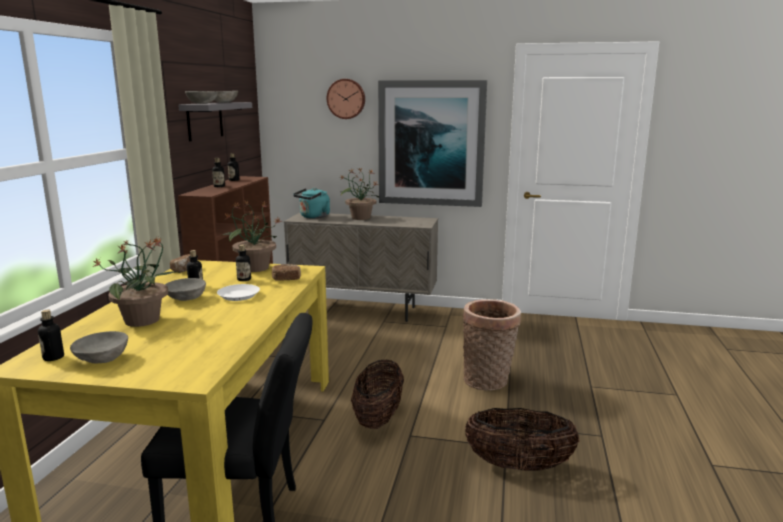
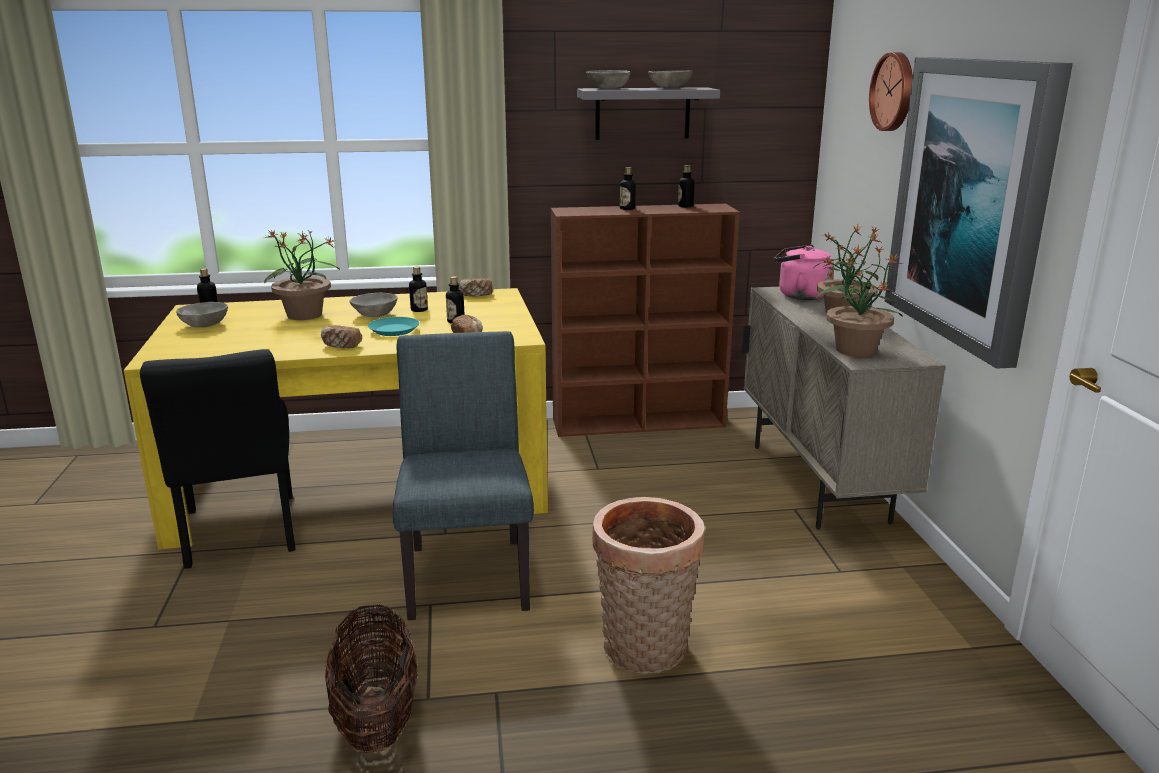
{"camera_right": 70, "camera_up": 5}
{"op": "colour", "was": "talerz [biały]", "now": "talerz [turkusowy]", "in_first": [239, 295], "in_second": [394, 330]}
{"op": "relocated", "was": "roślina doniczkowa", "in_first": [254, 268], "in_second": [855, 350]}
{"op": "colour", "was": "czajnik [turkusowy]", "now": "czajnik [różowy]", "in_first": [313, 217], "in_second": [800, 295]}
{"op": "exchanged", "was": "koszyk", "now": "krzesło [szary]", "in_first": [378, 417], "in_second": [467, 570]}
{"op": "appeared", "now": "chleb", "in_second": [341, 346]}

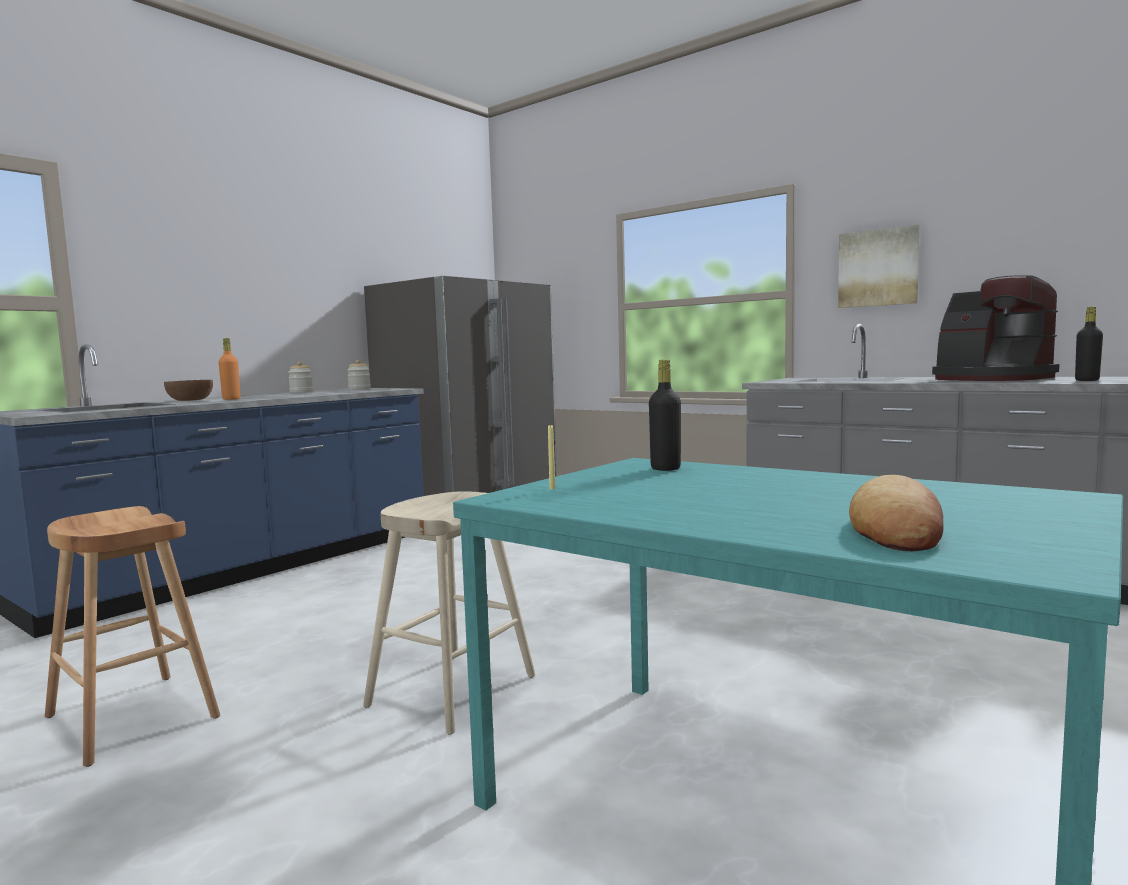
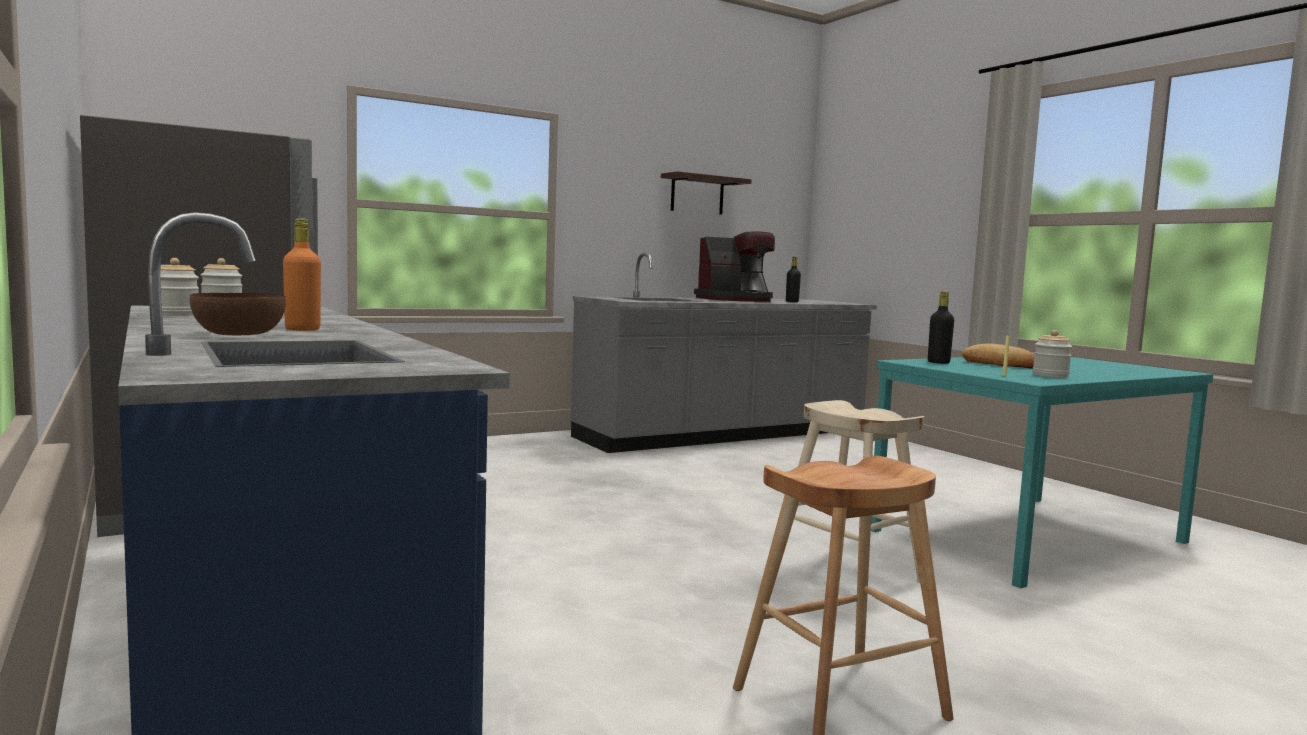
{"camera_right": -70, "camera_up": 0}
{"op": "missing", "was": "obraz", "in_first": [878, 268]}
{"op": "relocated", "was": "chleb", "in_first": [897, 528], "in_second": [999, 364]}
{"op": "appeared", "now": "półka", "in_second": [697, 195]}
{"op": "appeared", "now": "słoik", "in_second": [1050, 375]}

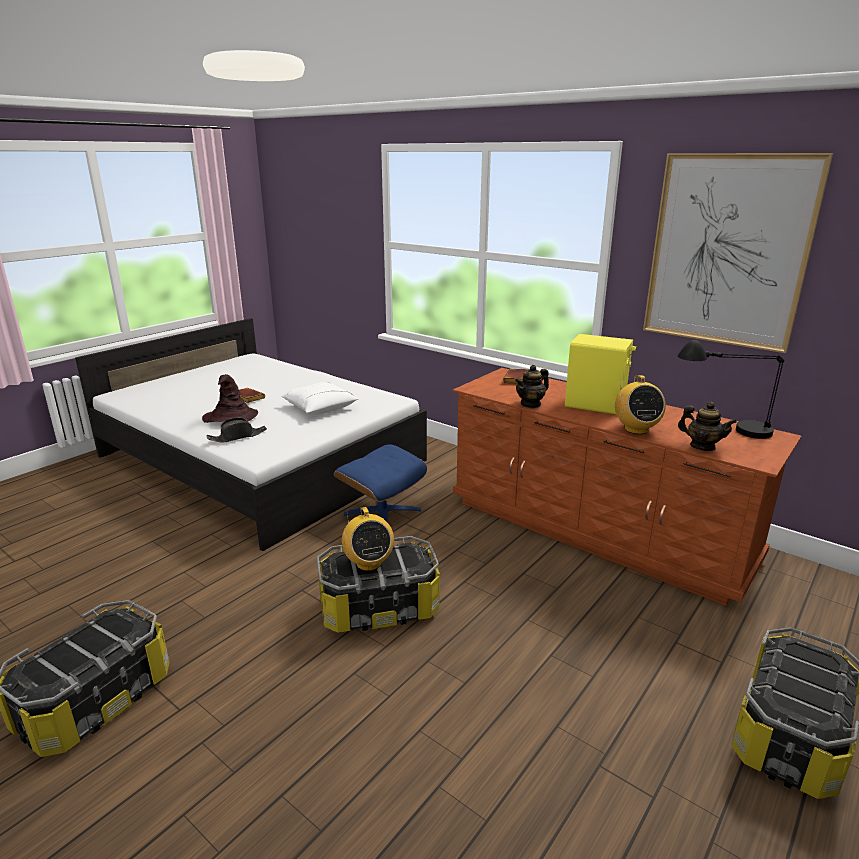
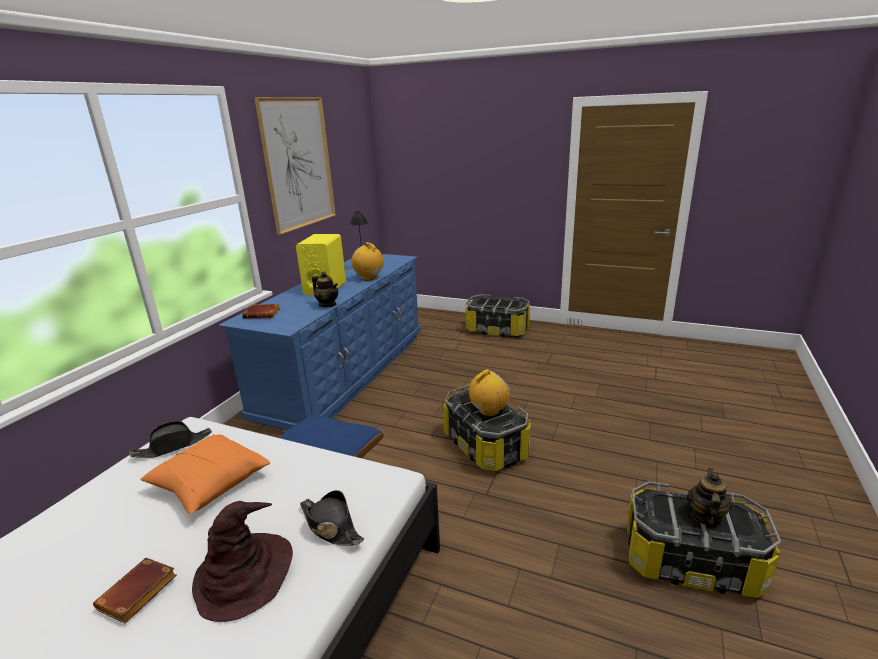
{"camera_right": -105, "camera_up": 0}
{"op": "colour", "was": "poduszka [biały]", "now": "poduszka [pomarańczowy]", "in_first": [320, 408], "in_second": [210, 483]}
{"op": "colour", "was": "komoda [brązowy]", "now": "komoda [niebieski]", "in_first": [596, 529], "in_second": [346, 374]}
{"op": "spun", "was": "radio", "in_first": [636, 429], "in_second": [369, 278], "clockwise": -120}
{"op": "relocated", "was": "imbryk", "in_first": [702, 446], "in_second": [705, 516]}
{"op": "appeared", "now": "kapelusz [czarny]", "in_second": [173, 446]}

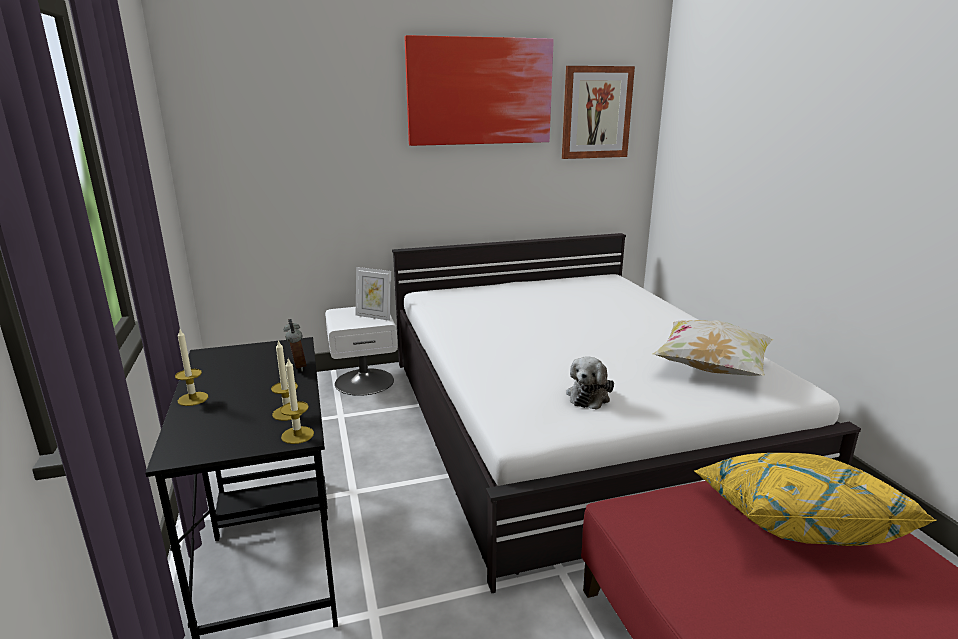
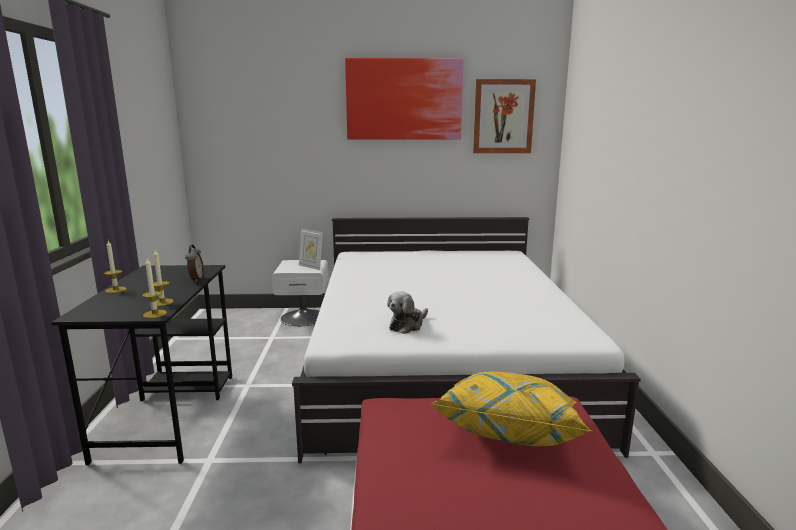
{"camera_right": 15, "camera_up": -5}
{"op": "missing", "was": "poduszka", "in_first": [711, 369]}

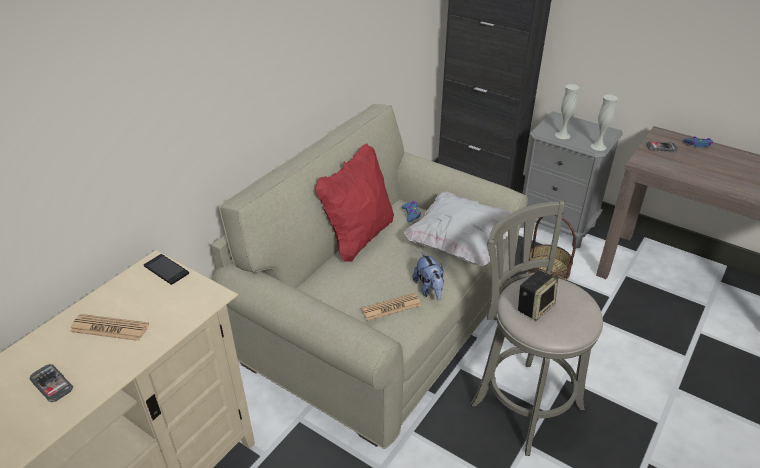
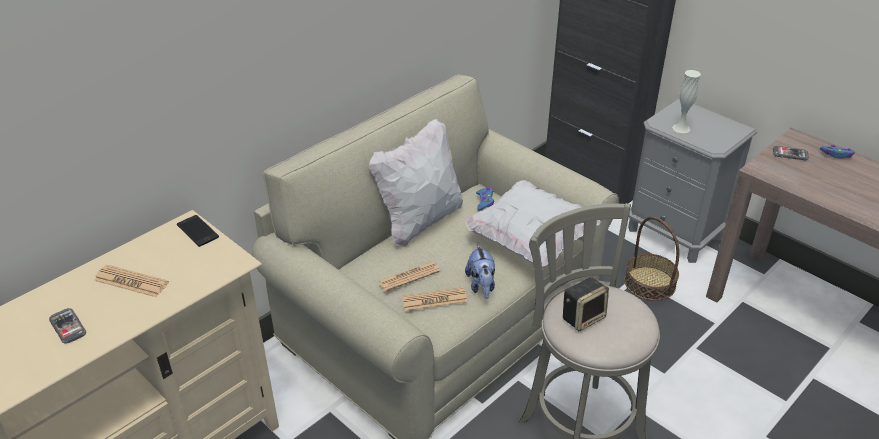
{"camera_right": 10, "camera_up": 0}
{"op": "colour", "was": "poduszka [czerwony]", "now": "poduszka [biały]", "in_first": [358, 237], "in_second": [420, 221]}
{"op": "missing", "was": "wazon [biały]", "in_first": [598, 146]}
{"op": "appeared", "now": "gazeta", "in_second": [409, 276]}

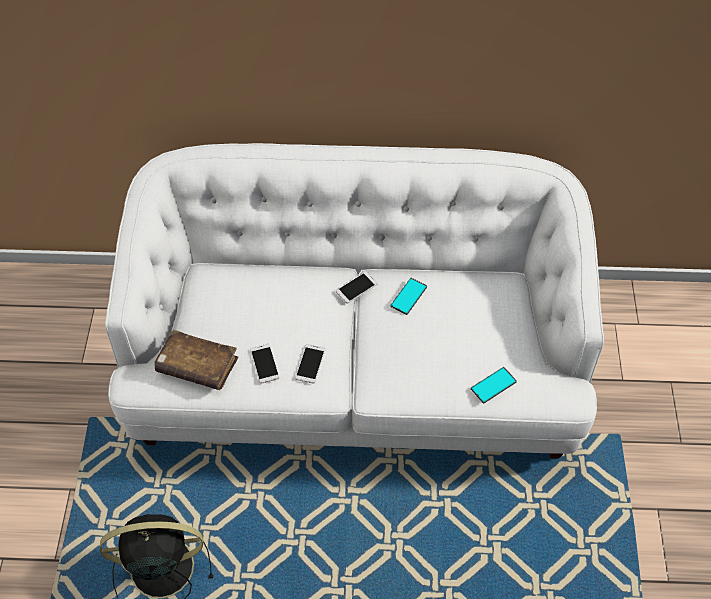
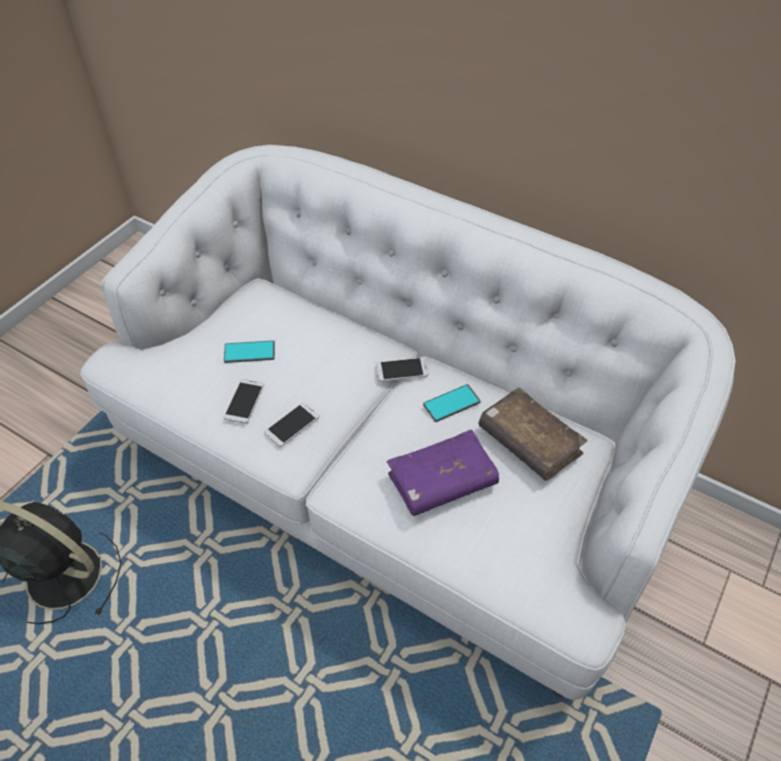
{"camera_right": 30, "camera_up": -5}
{"op": "relocated", "was": "książka [brązowy]", "in_first": [197, 366], "in_second": [529, 442]}
{"op": "relocated", "was": "telefon", "in_first": [493, 385], "in_second": [249, 352]}
{"op": "appeared", "now": "książka [fioletowy]", "in_second": [442, 481]}

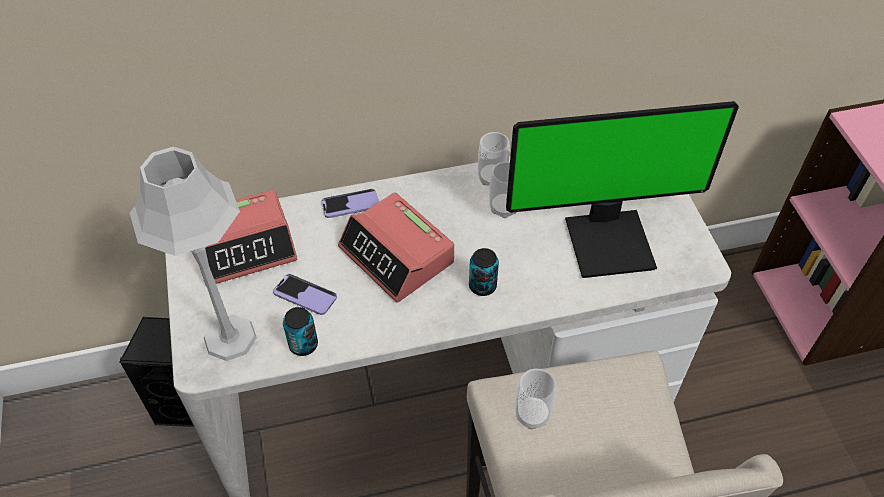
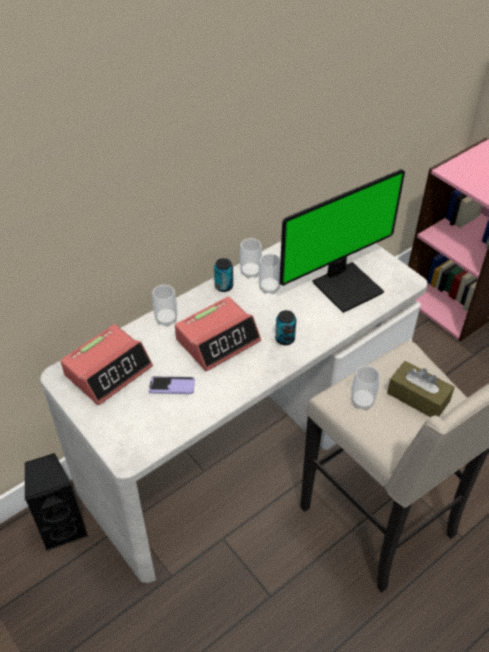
{"camera_right": -25, "camera_up": -5}
{"op": "missing", "was": "lampa stołowa [szary]", "in_first": [230, 337]}
{"op": "relocated", "was": "puszka", "in_first": [303, 344], "in_second": [224, 286]}
{"op": "exchanged", "was": "telefon", "now": "filiżanka", "in_first": [350, 204], "in_second": [166, 319]}
{"op": "spun", "was": "budzik", "in_first": [397, 255], "in_second": [218, 340], "clockwise": -60}
{"op": "appeared", "now": "pudełko chusteczek [brązowy]", "in_second": [418, 397]}

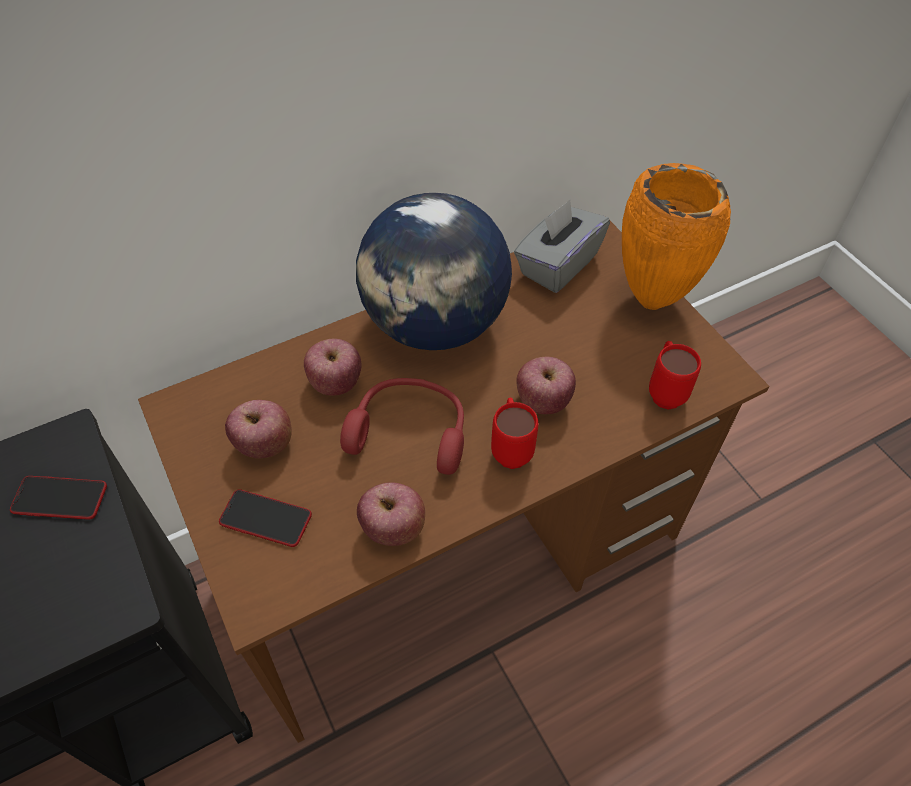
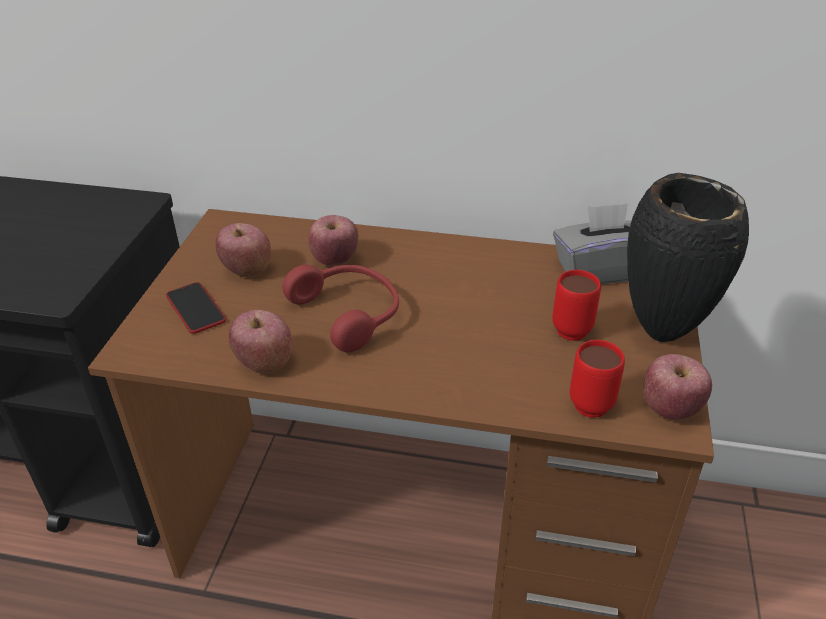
{"camera_right": 40, "camera_up": -15}
{"op": "missing", "was": "telefon", "in_first": [60, 498]}
{"op": "missing", "was": "globus", "in_first": [434, 324]}
{"op": "relocated", "was": "kubek [czerwony]", "in_first": [511, 448], "in_second": [575, 327]}
{"op": "relocated", "was": "jabłko", "in_first": [543, 401], "in_second": [670, 408]}
{"op": "colour", "was": "wazon [pomarańczowy]", "now": "wazon [czarny]", "in_first": [653, 300], "in_second": [664, 334]}

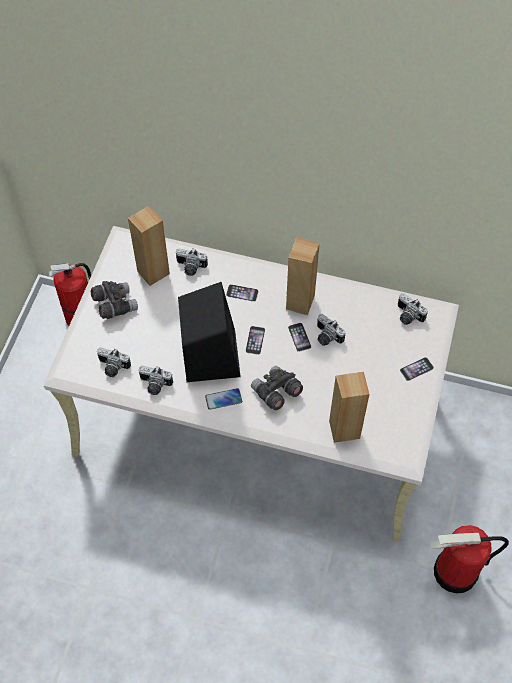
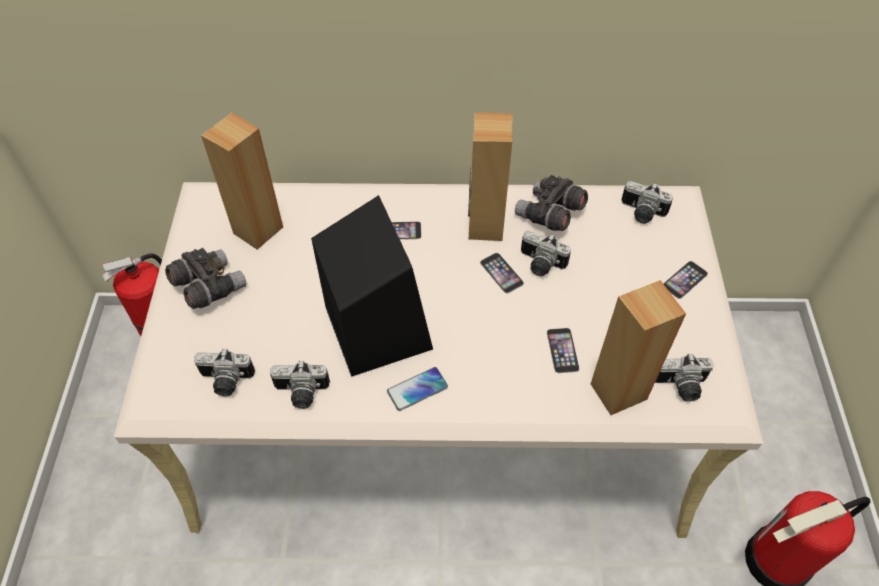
{"camera_right": -15, "camera_up": -5}
{"op": "relocated", "was": "aparat fotograficzny", "in_first": [190, 268], "in_second": [680, 387]}
{"op": "relocated", "was": "telefon", "in_first": [255, 340], "in_second": [562, 350]}
{"op": "relocated", "was": "lornetka [szary]", "in_first": [276, 393], "in_second": [549, 215]}

